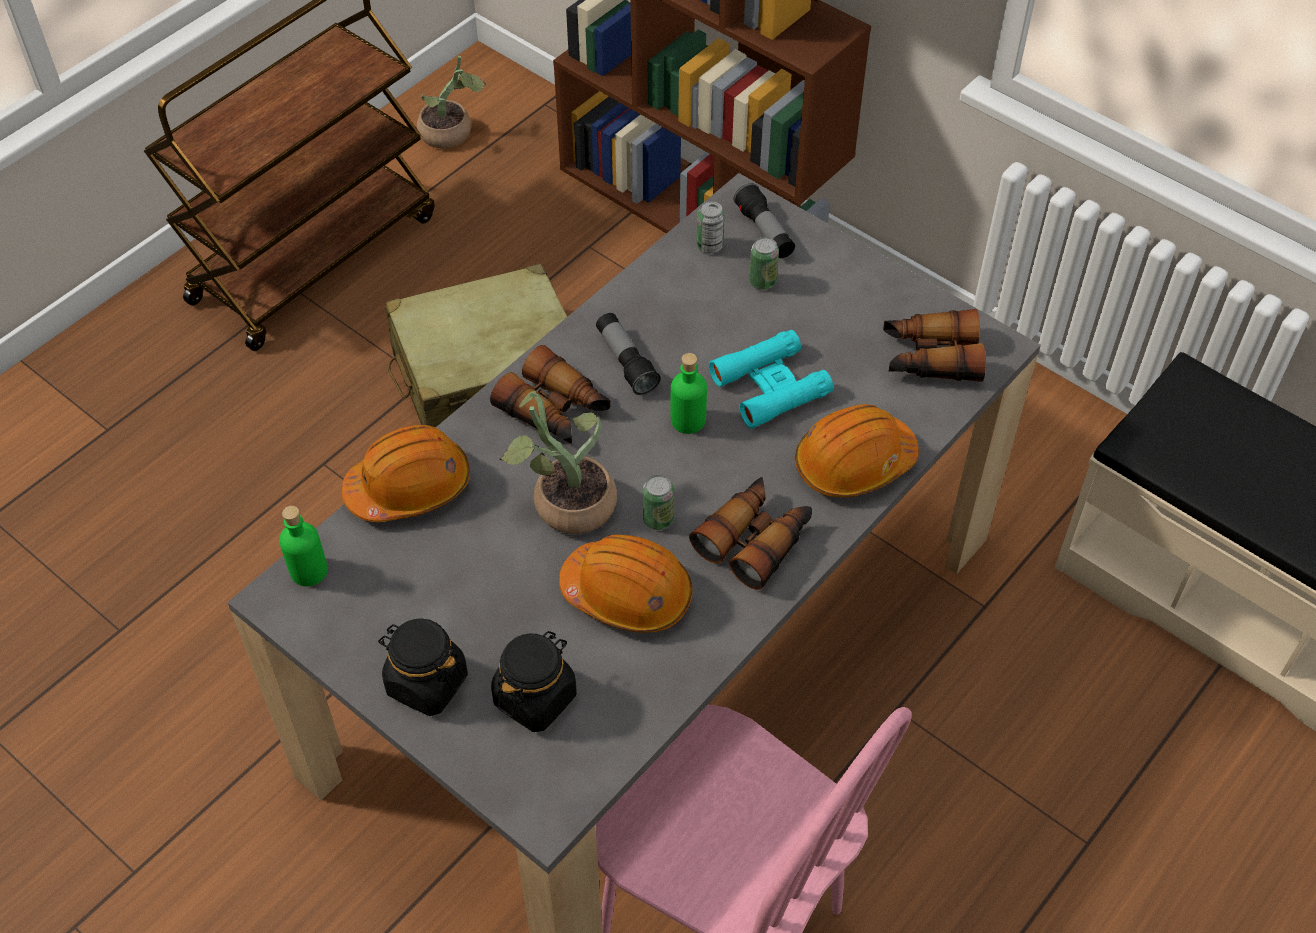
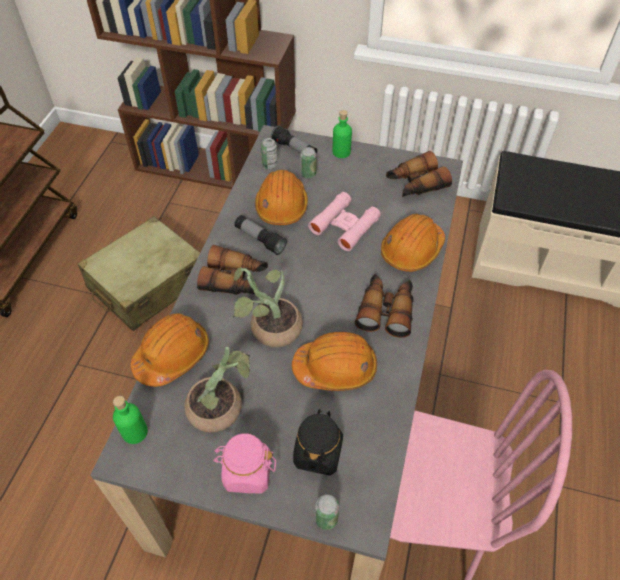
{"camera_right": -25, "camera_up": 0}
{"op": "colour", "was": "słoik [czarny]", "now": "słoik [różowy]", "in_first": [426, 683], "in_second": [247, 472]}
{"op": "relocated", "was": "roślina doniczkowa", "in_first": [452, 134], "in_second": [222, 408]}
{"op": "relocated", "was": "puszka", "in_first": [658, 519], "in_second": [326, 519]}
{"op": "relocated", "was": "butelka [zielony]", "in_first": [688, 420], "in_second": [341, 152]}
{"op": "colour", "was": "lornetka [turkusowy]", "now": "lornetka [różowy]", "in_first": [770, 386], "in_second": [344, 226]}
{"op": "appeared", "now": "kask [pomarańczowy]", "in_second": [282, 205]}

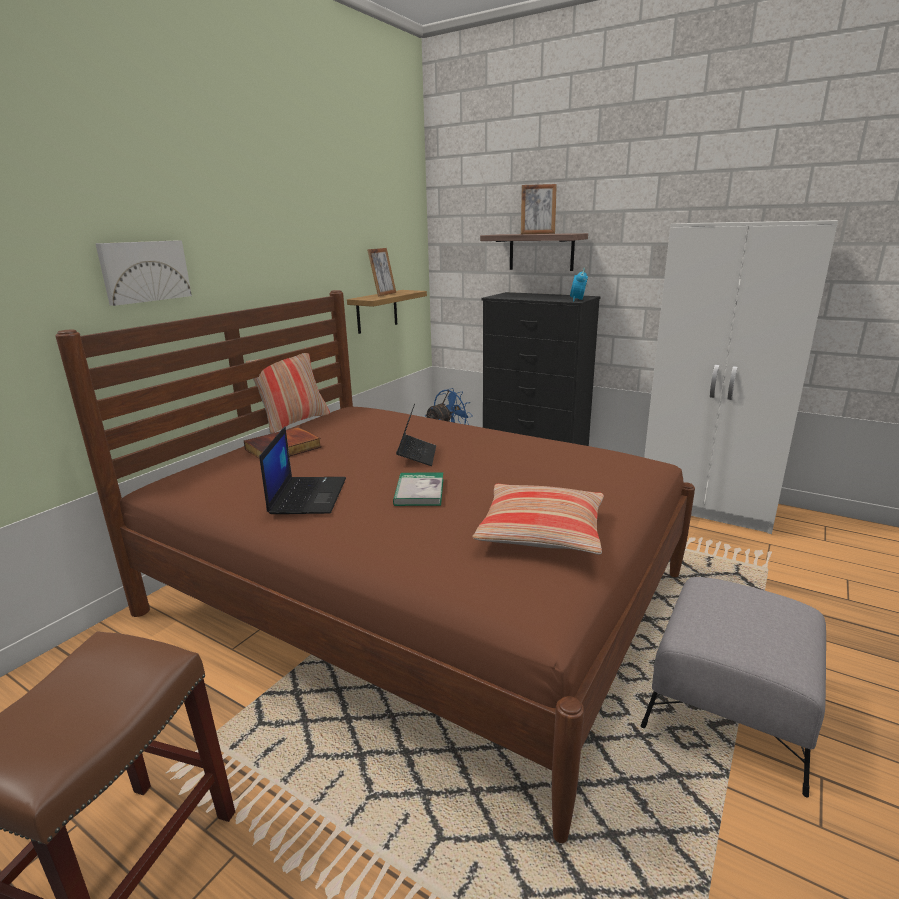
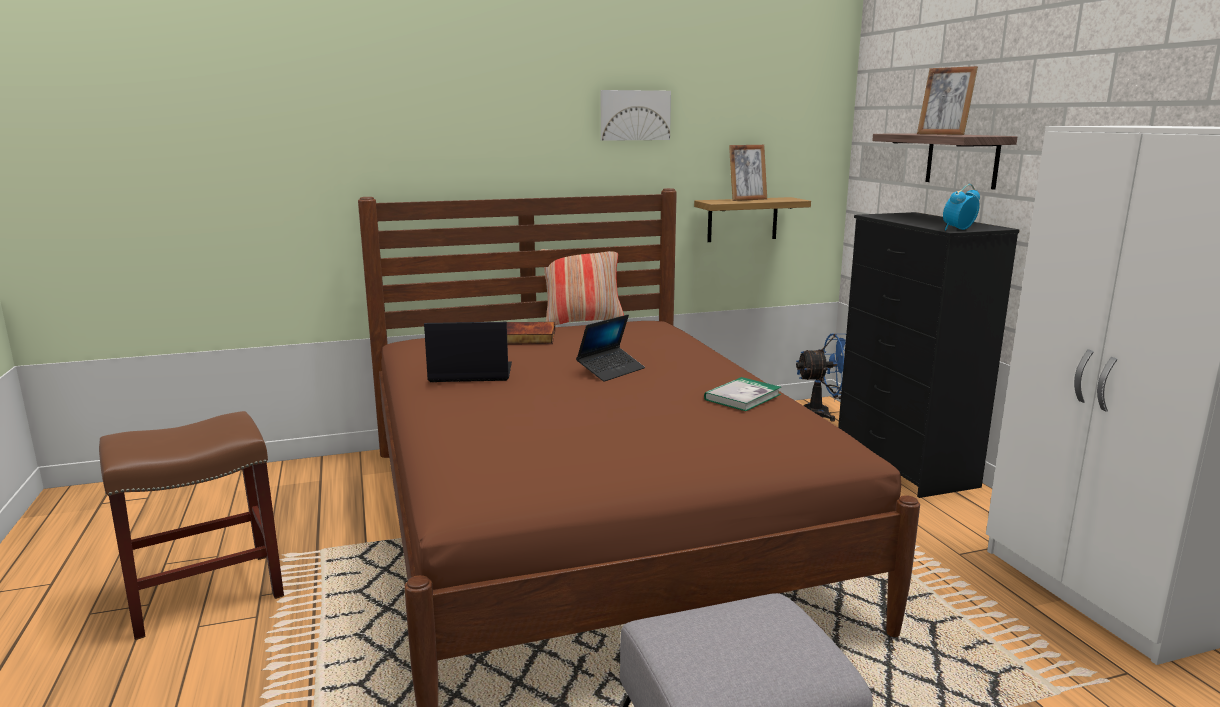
{"camera_right": 40, "camera_up": -5}
{"op": "relocated", "was": "obraz", "in_first": [144, 271], "in_second": [634, 115]}
{"op": "spun", "was": "laptop", "in_first": [307, 495], "in_second": [469, 373], "clockwise": -135}
{"op": "relocated", "was": "książka", "in_first": [419, 492], "in_second": [742, 397]}
{"op": "missing", "was": "poduszka", "in_first": [541, 531]}

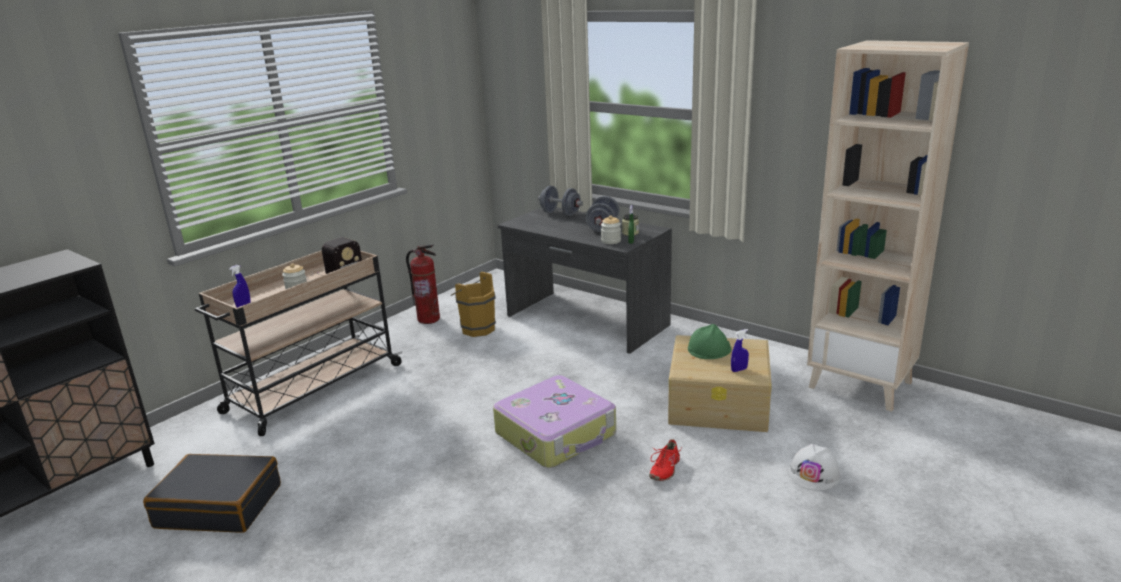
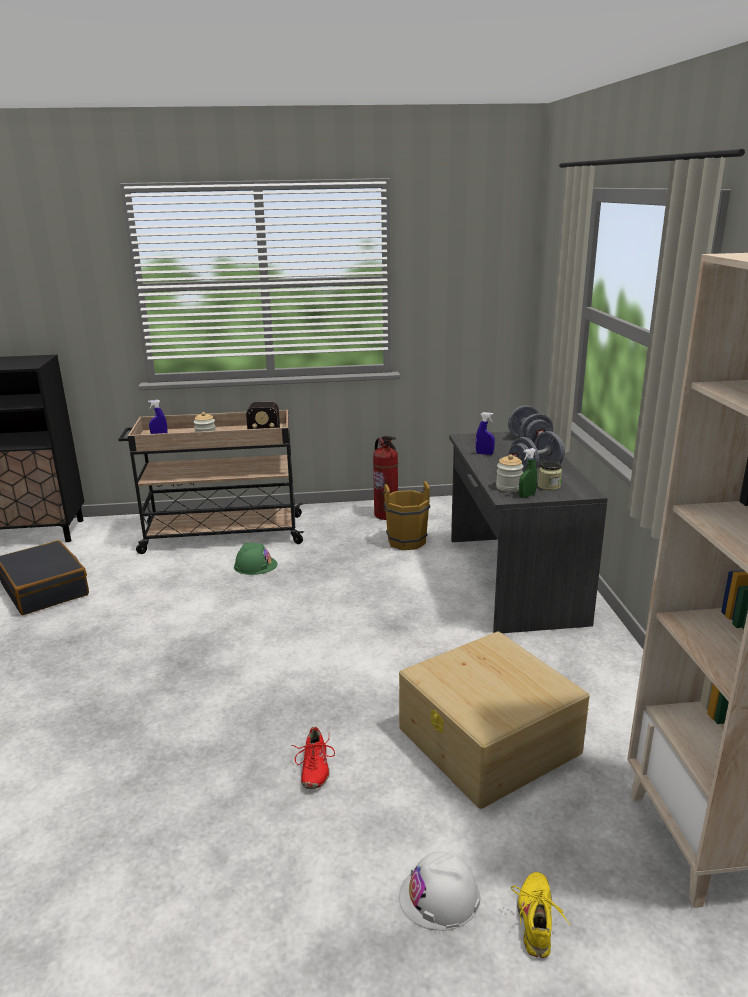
{"camera_right": 45, "camera_up": 0}
{"op": "missing", "was": "walizka", "in_first": [557, 434]}
{"op": "spun", "was": "but [czerwony]", "in_first": [664, 469], "in_second": [314, 768], "clockwise": -75}
{"op": "relocated", "was": "kask [zielony]", "in_first": [709, 349], "in_second": [255, 565]}
{"op": "relocated", "was": "spryskiwacz [niebieski]", "in_first": [739, 370], "in_second": [484, 454]}
{"op": "appeared", "now": "but [żółty]", "in_second": [537, 920]}

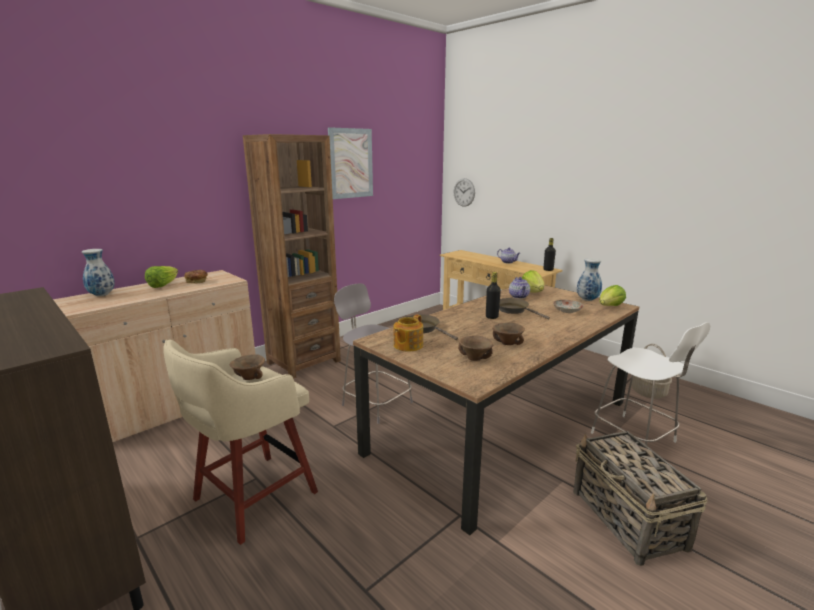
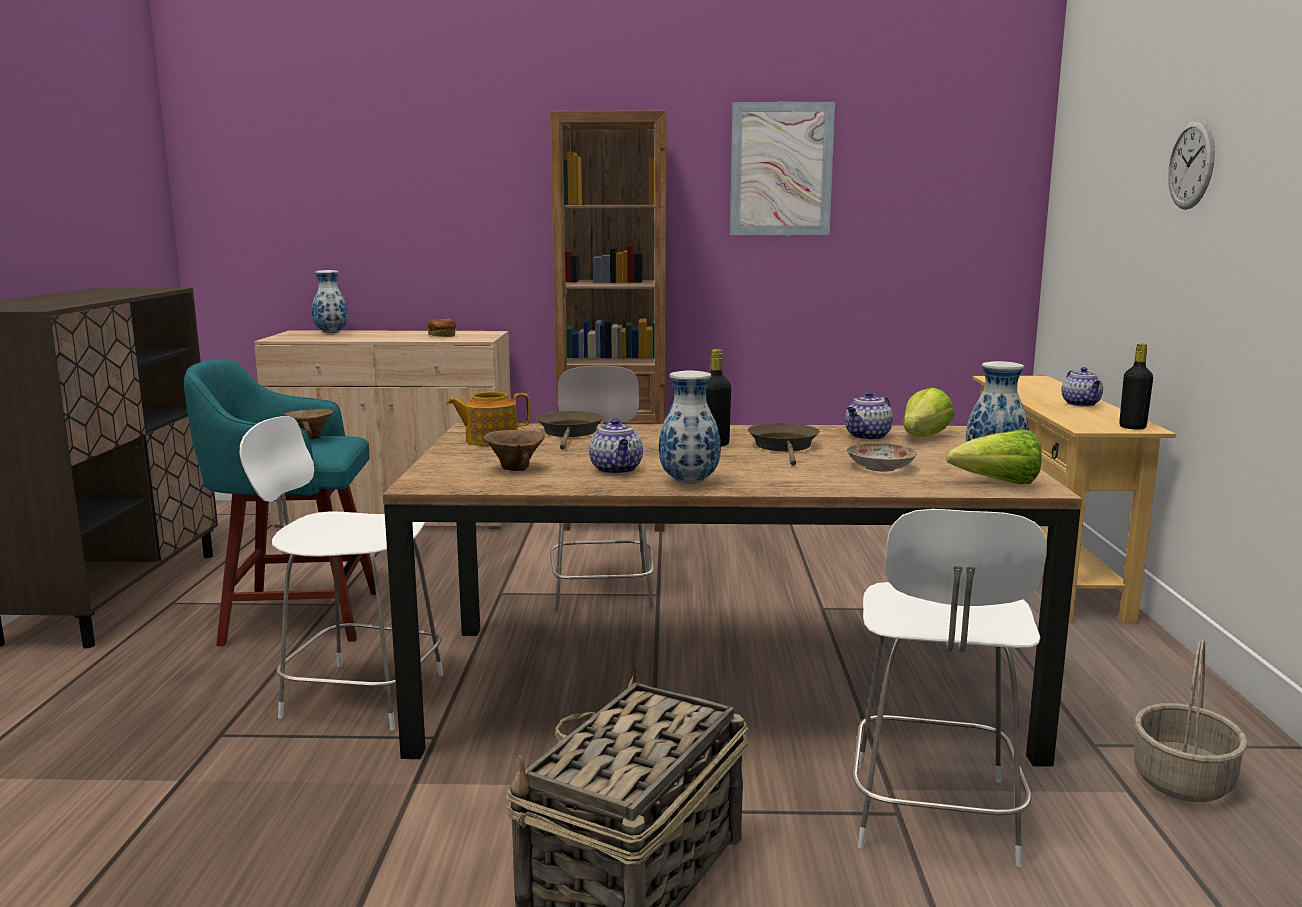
{"camera_right": 45, "camera_up": -5}
{"op": "missing", "was": "sałata", "in_first": [163, 285]}
{"op": "colour", "was": "stołek [beżowy]", "now": "stołek [turkusowy]", "in_first": [252, 497], "in_second": [296, 617]}
{"op": "relocated", "was": "zegar ścienny", "in_first": [464, 192], "in_second": [1191, 165]}
{"op": "exchanged", "was": "miska [brązowy]", "now": "imbryk", "in_first": [508, 343], "in_second": [617, 470]}
{"op": "appeared", "now": "krzesło [biały]", "in_second": [358, 694]}
{"op": "appeared", "now": "wazon", "in_second": [690, 482]}

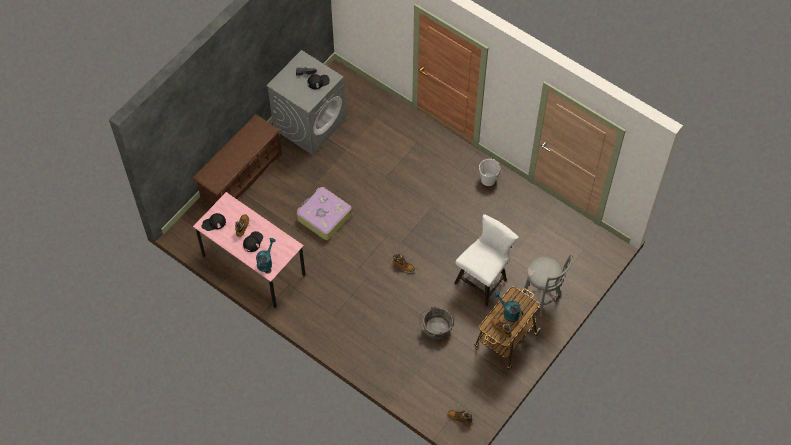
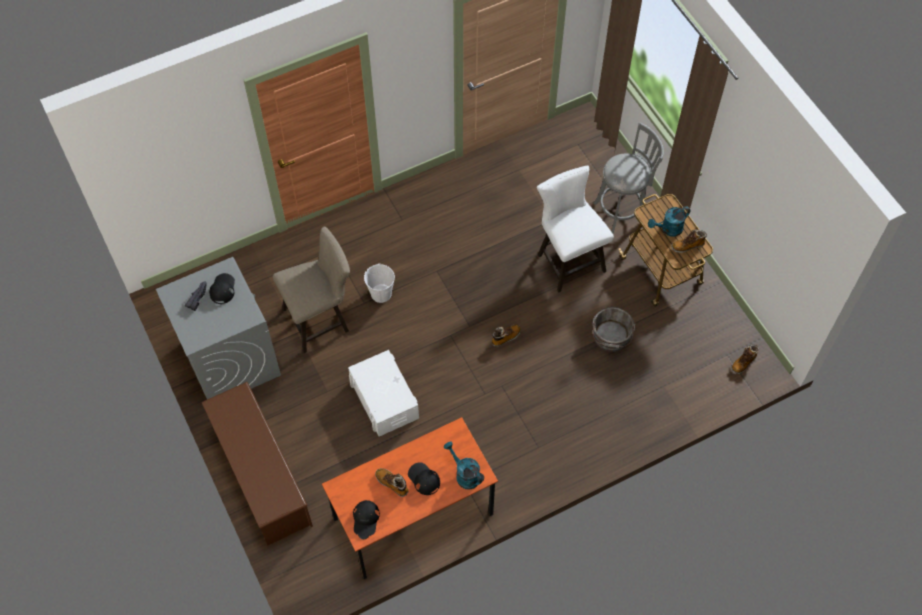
{"camera_right": -65, "camera_up": 0}
{"op": "colour", "was": "biurko [różowy]", "now": "biurko [pomarańczowy]", "in_first": [253, 265], "in_second": [413, 516]}
{"op": "exchanged", "was": "walizka", "now": "pojemnik do przechowywania [biały]", "in_first": [323, 217], "in_second": [384, 399]}
{"op": "relocated", "was": "wiadro [biały]", "in_first": [488, 179], "in_second": [381, 293]}
{"op": "appeared", "now": "stołek [beżowy]", "in_second": [320, 319]}

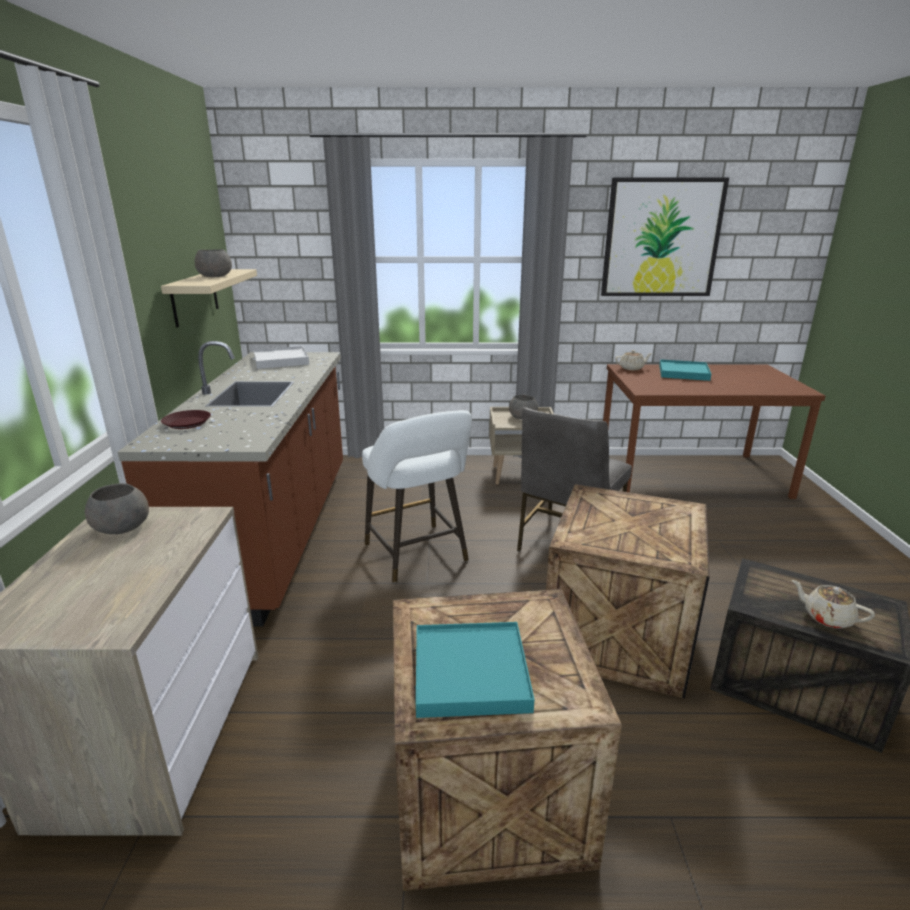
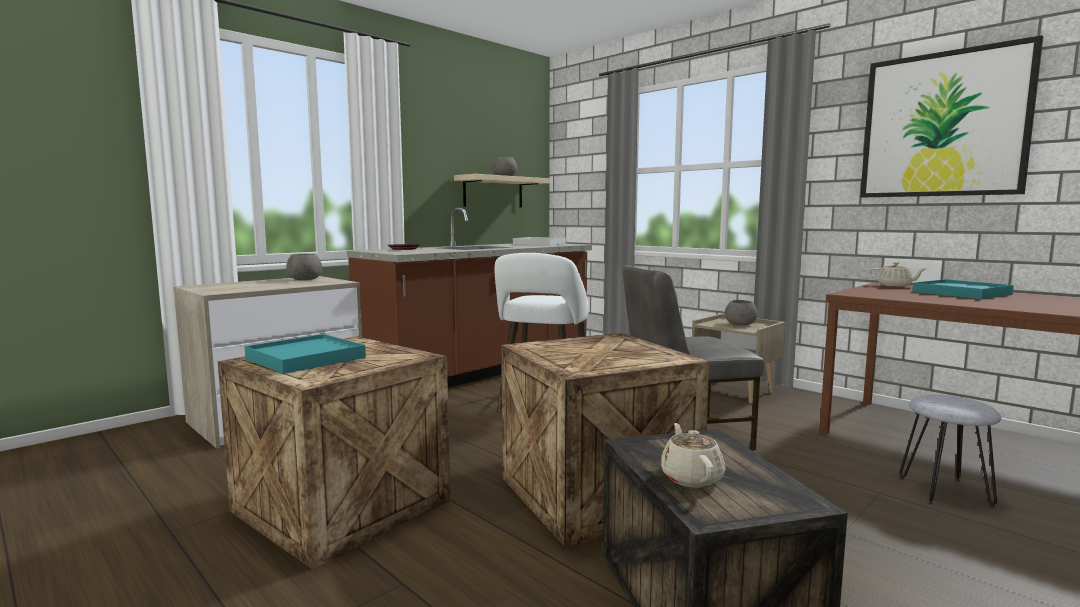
{"camera_right": 45, "camera_up": -15}
{"op": "appeared", "now": "stołek [szary]", "in_second": [944, 491]}

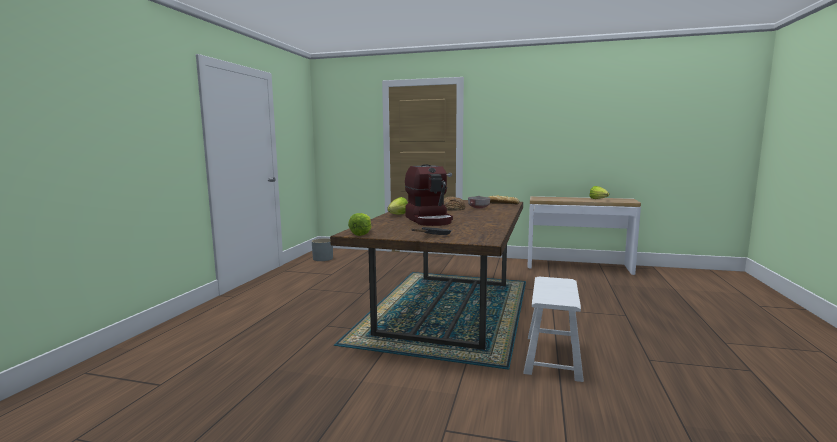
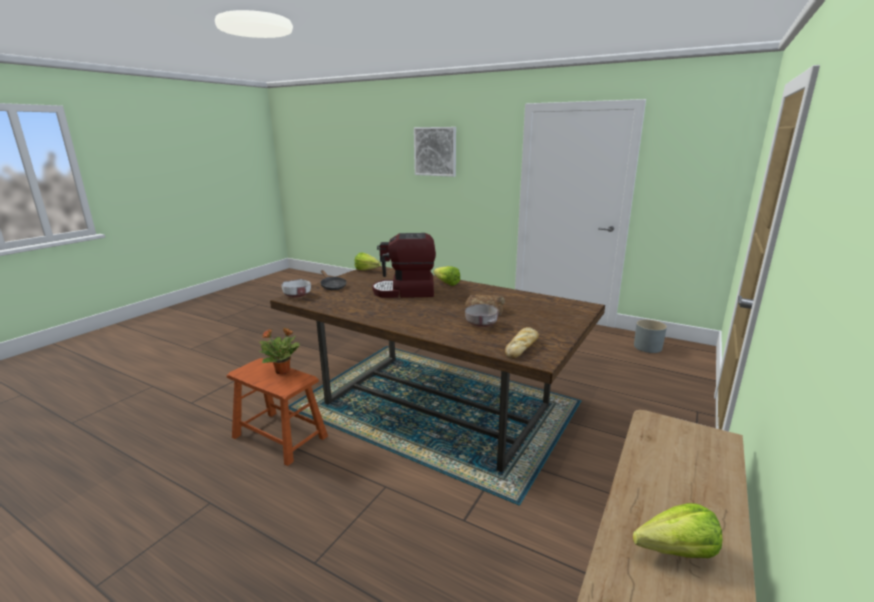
{"camera_right": 105, "camera_up": 10}
{"op": "colour", "was": "stołek [biały]", "now": "stołek [brązowy]", "in_first": [553, 357], "in_second": [280, 437]}
{"op": "appeared", "now": "roślina doniczkowa", "in_second": [283, 371]}
{"op": "appeared", "now": "miska [biały]", "in_second": [297, 296]}
{"op": "appeared", "now": "obraz", "in_second": [435, 151]}

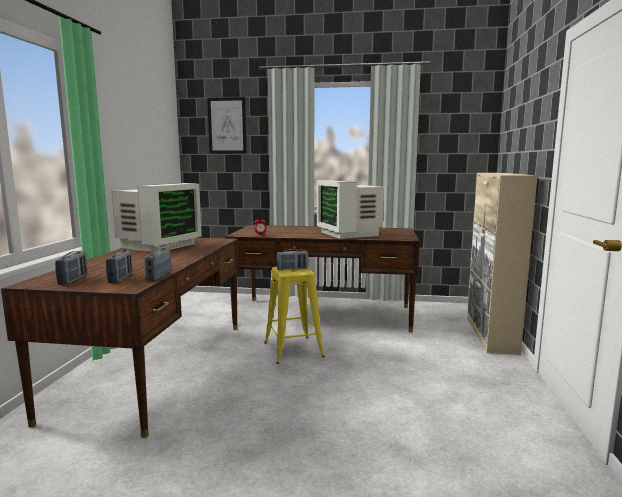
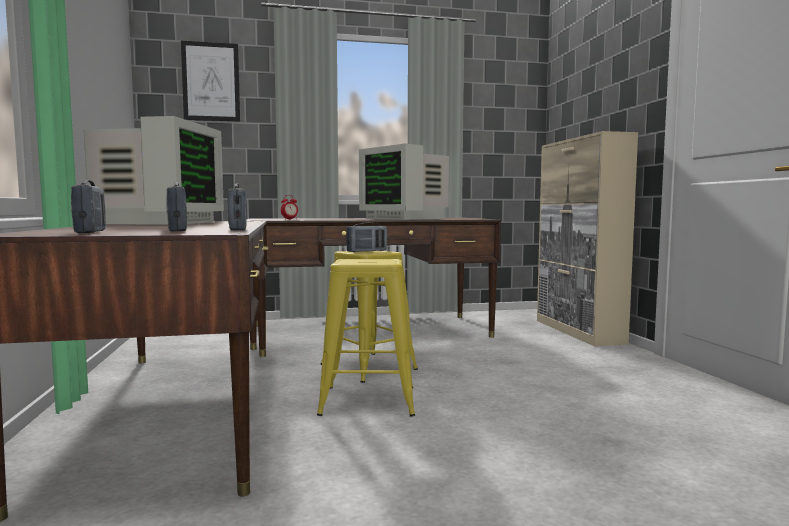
{"camera_right": -20, "camera_up": -5}
{"op": "appeared", "now": "stołek [żółty]", "in_second": [368, 401]}

